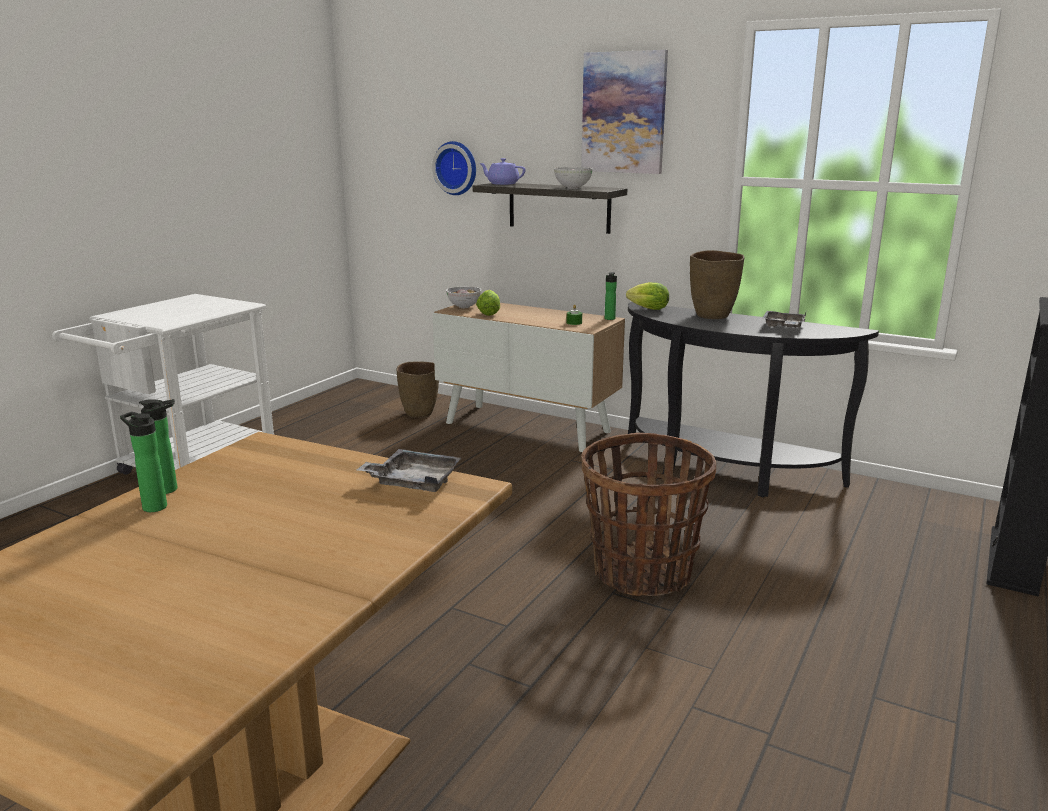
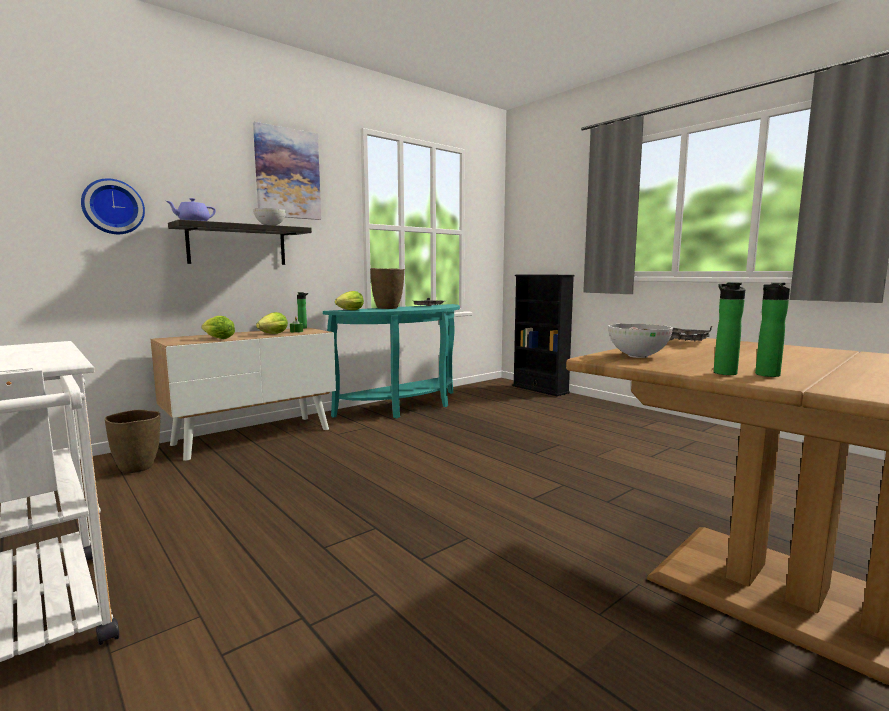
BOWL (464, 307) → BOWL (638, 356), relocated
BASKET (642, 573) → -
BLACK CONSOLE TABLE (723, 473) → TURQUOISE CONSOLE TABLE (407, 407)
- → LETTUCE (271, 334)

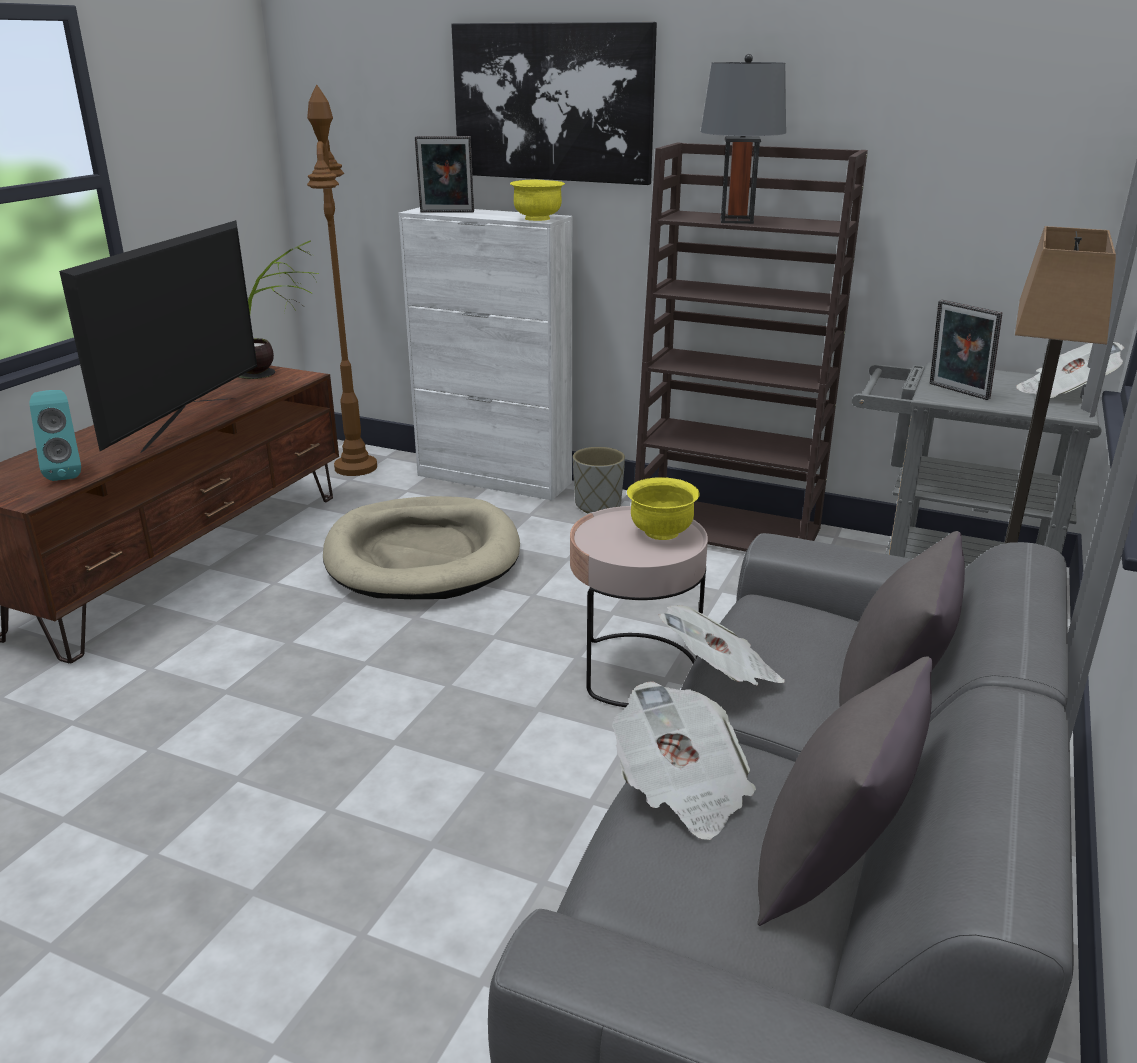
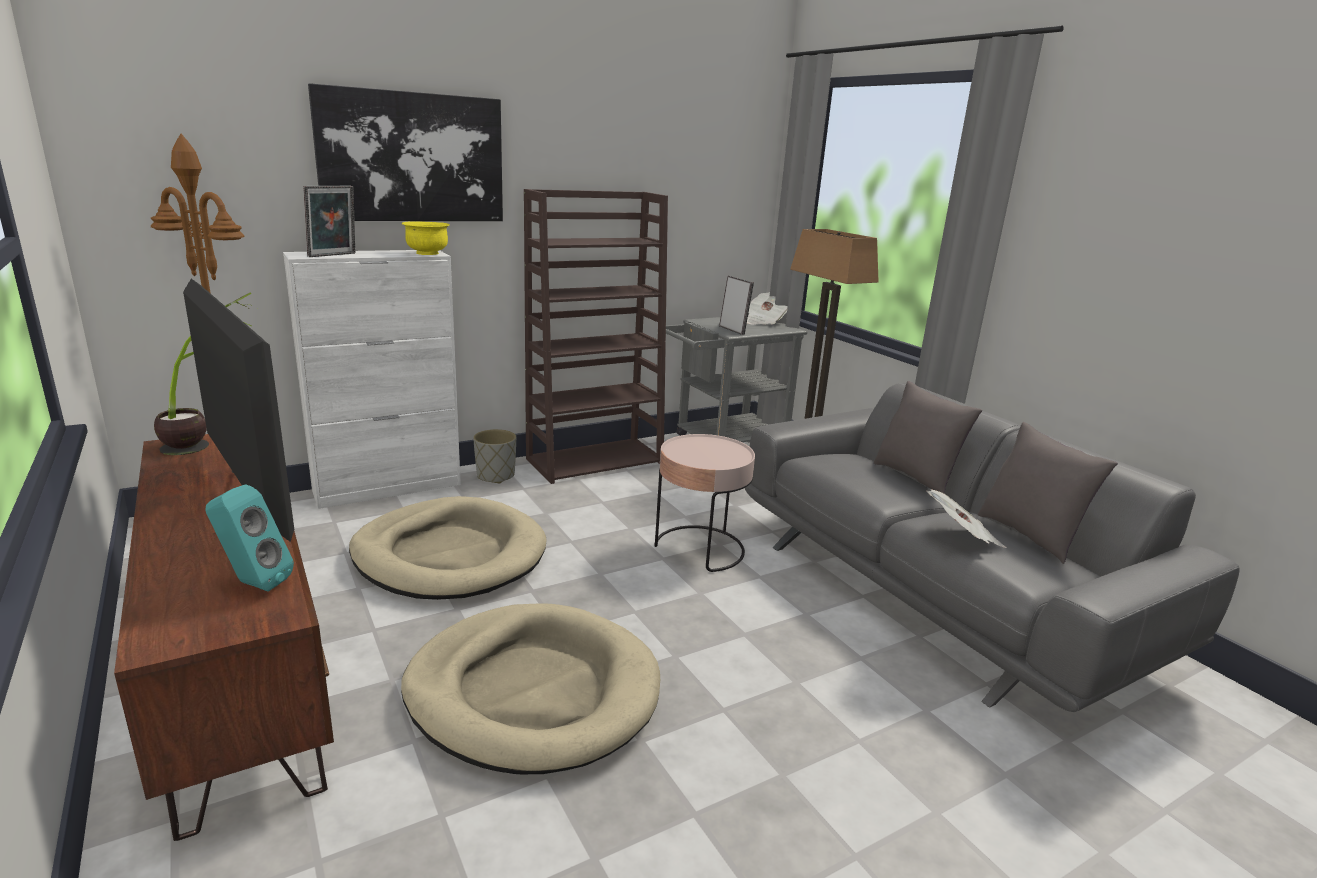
YELLOW BOWL (661, 532) → -
NEWSPAPER (720, 674) → -
GREY TABLE LAMP (736, 220) → -
PICTURE FRAME (956, 392) → PICTURE FRAME (733, 330), 120 degrees counterclockwise
- → BEIGE DOG BED (533, 692)

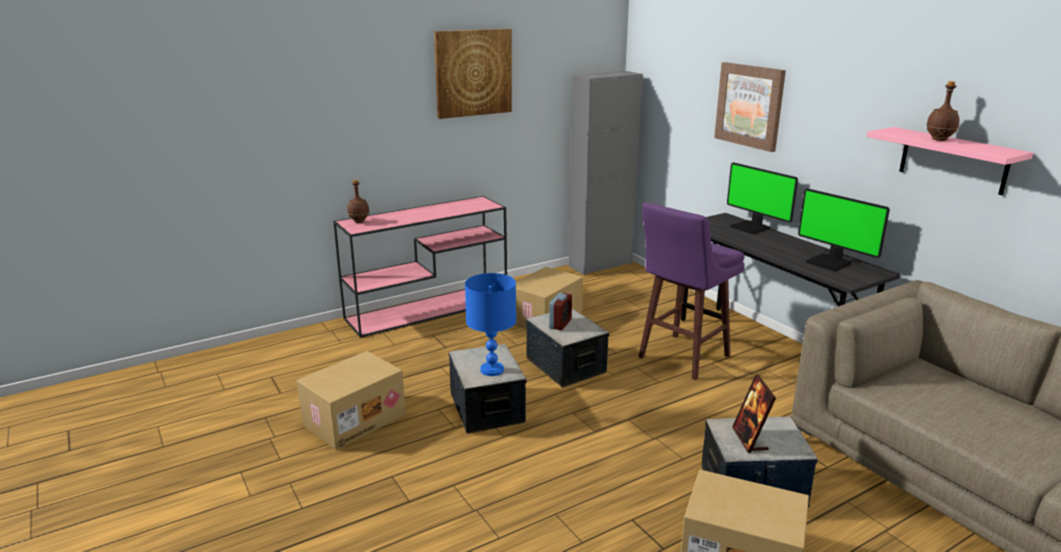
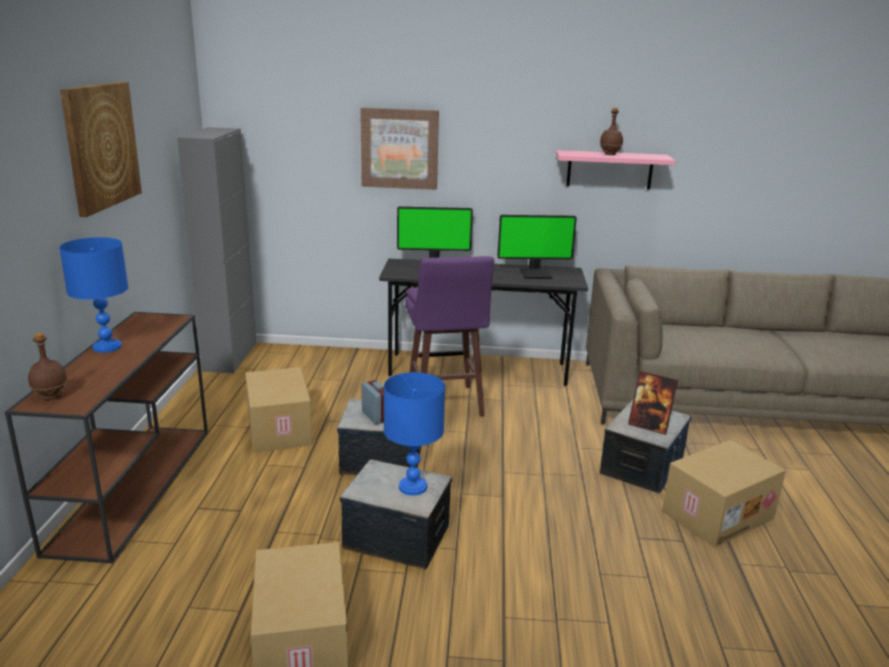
PINK CONSOLE TABLE (429, 309) → BROWN CONSOLE TABLE (134, 485)
- → BLUE TABLE LAMP (107, 347)

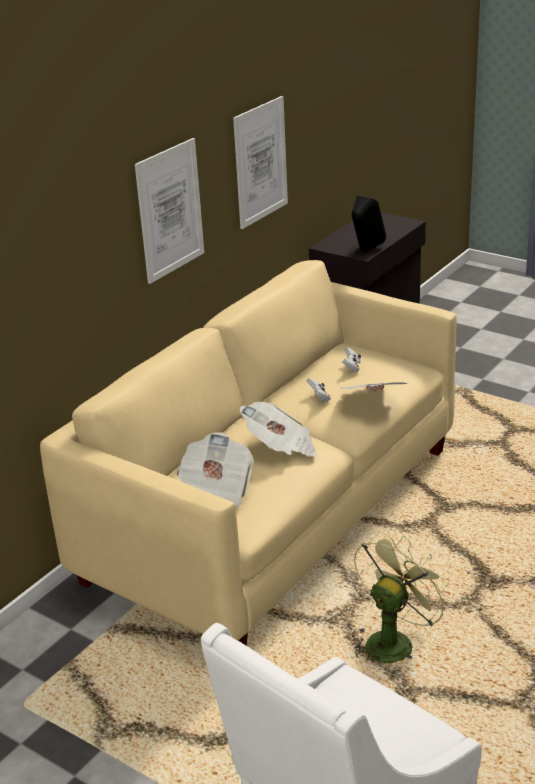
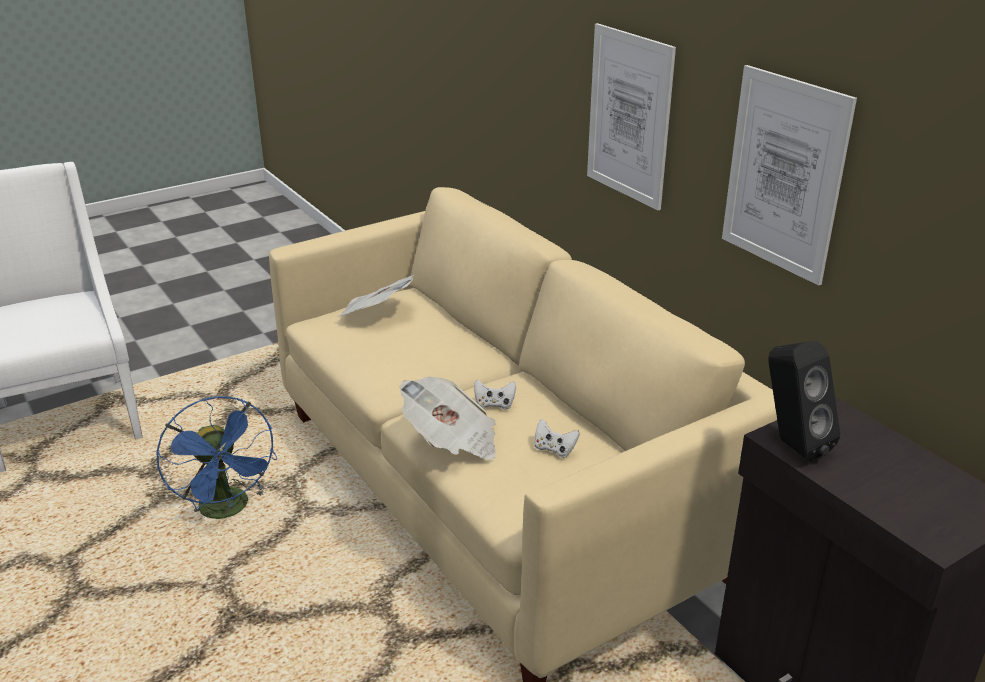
NEWSPAPER (281, 447) → -
GREEN FAN (393, 640) → BLUE FAN (229, 510)

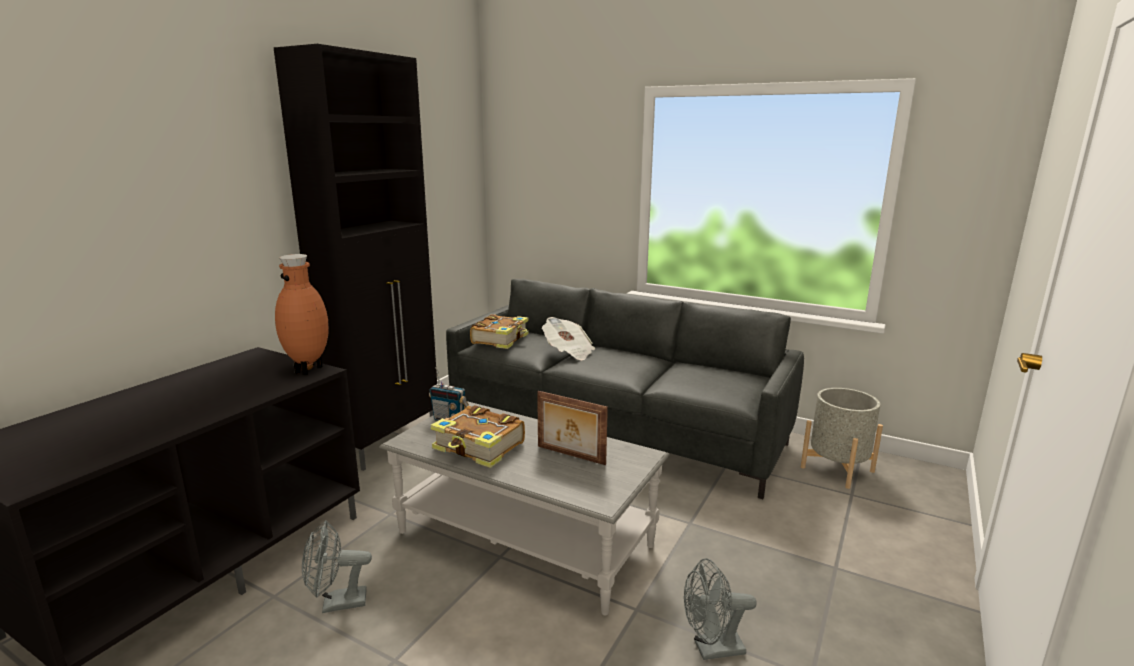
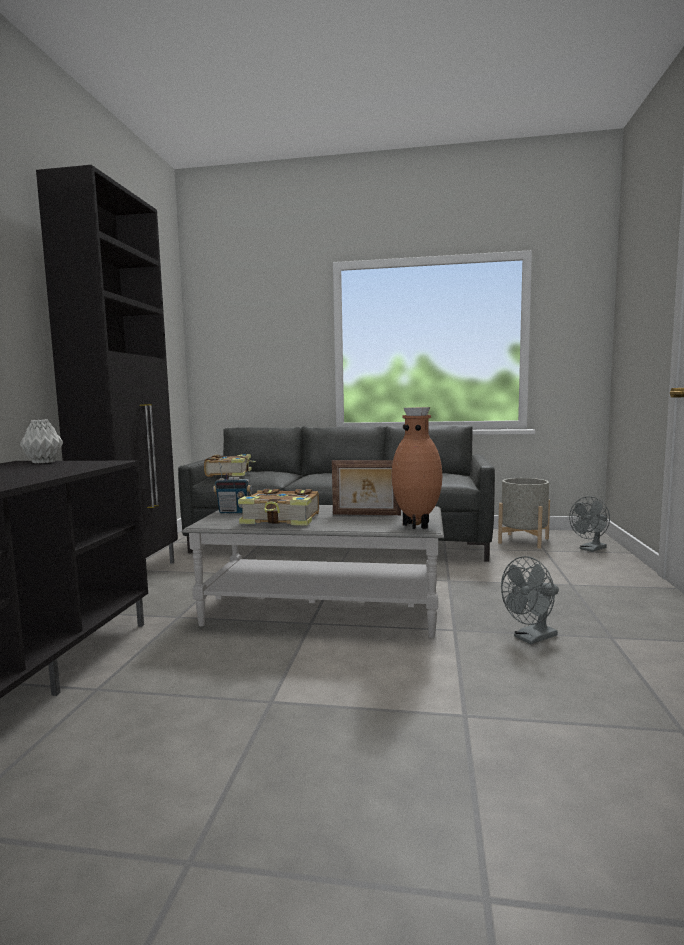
BROWN VASE (309, 370) → BROWN VASE (417, 525), relocated
GREY FAN (337, 604) → GREY FAN (590, 549), relocated
NEWSPAPER (568, 352) → -
- → GREY VASE (43, 462)

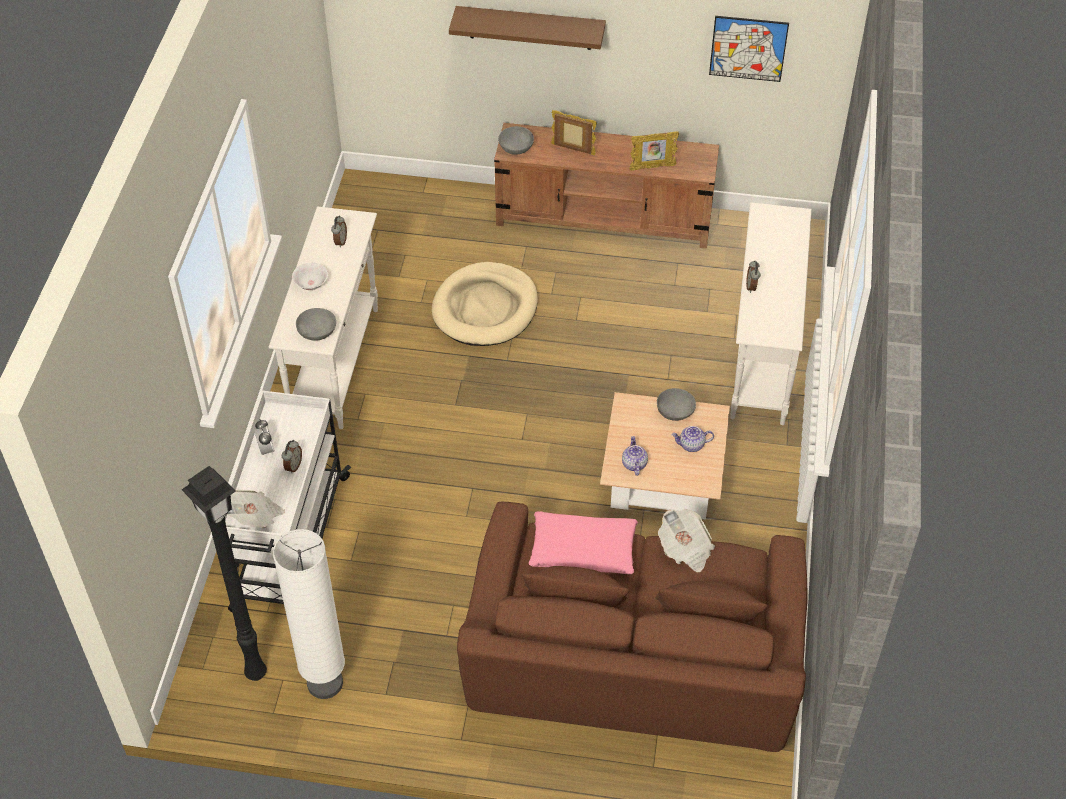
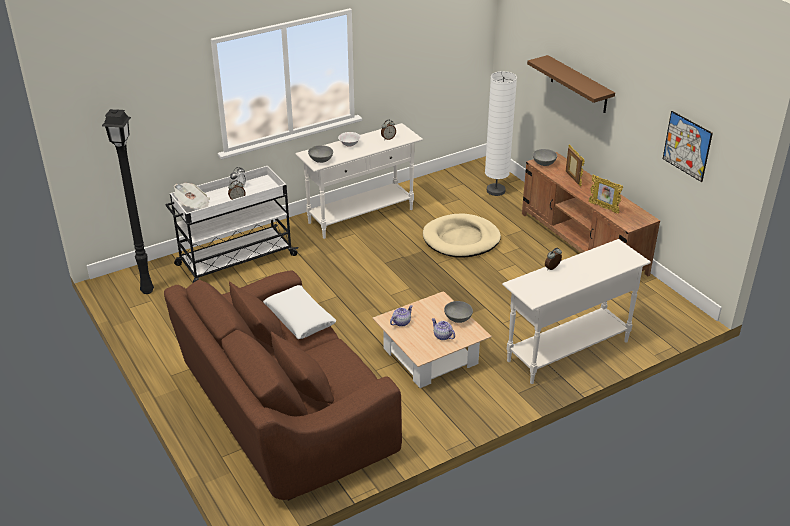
WHITE FLOOR LAMP (325, 683) → WHITE FLOOR LAMP (495, 191), relocated
PINK PILLOW (583, 549) → WHITE PILLOW (300, 318)
NEWSPAPER (685, 549) → -

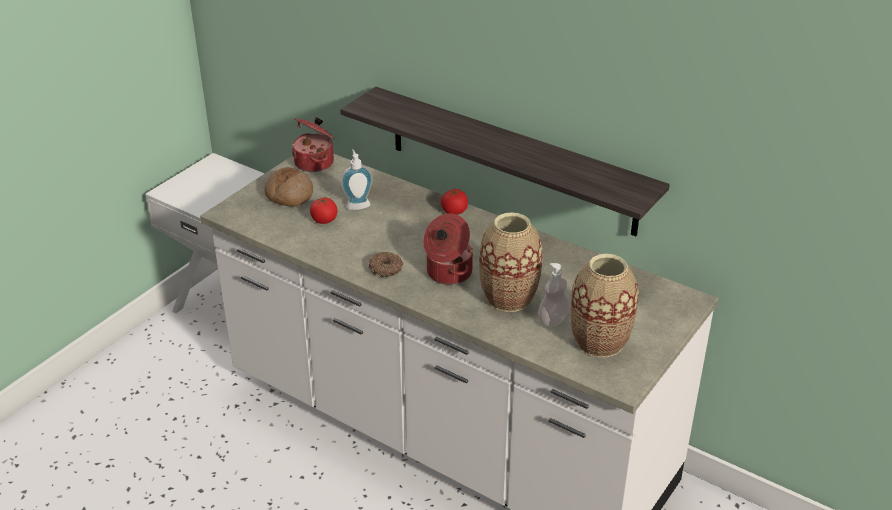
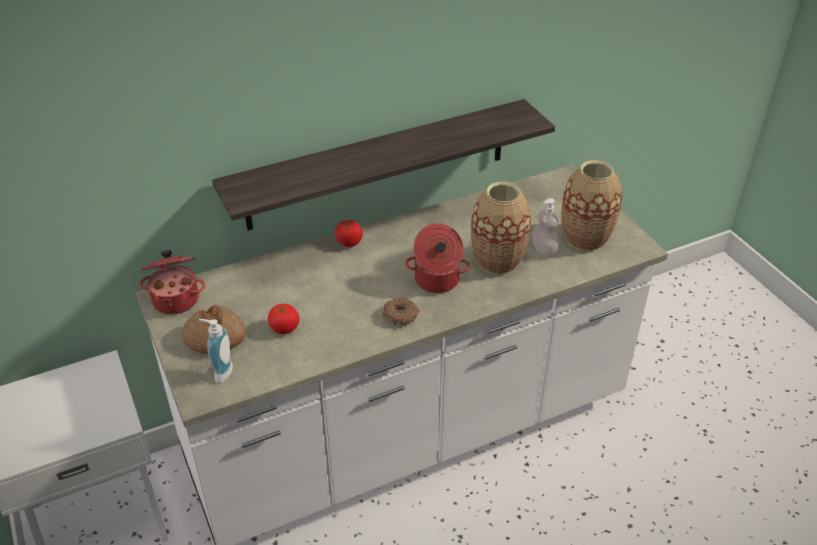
SOAP DISPENSER (357, 204) → SOAP DISPENSER (220, 372), relocated

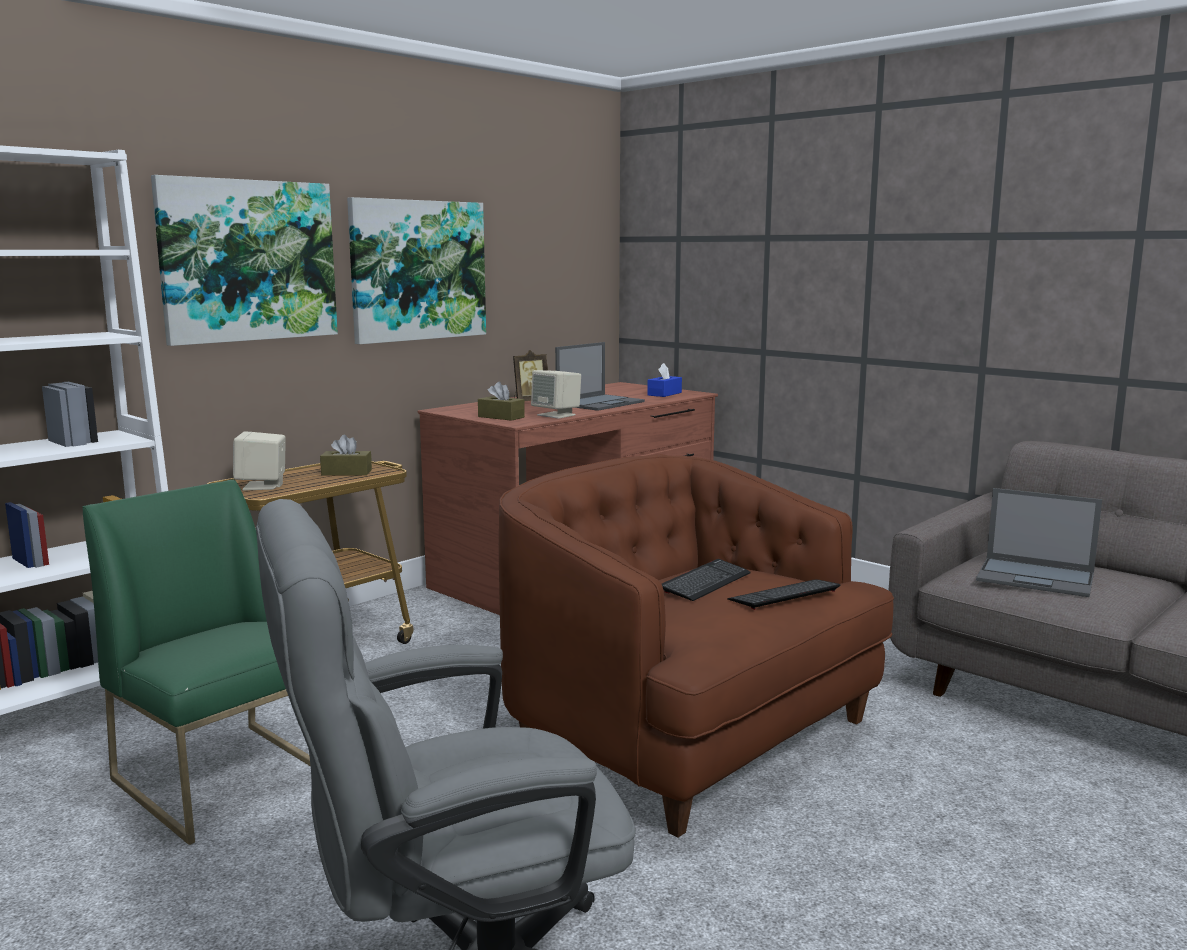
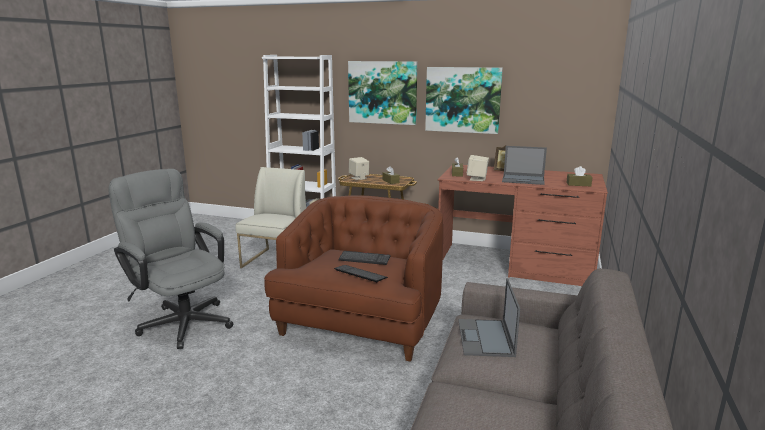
GREEN CHAIR (227, 779) → WHITE CHAIR (276, 261)
BLUE TISSUE BOX (664, 394) → BROWN TISSUE BOX (578, 184)

